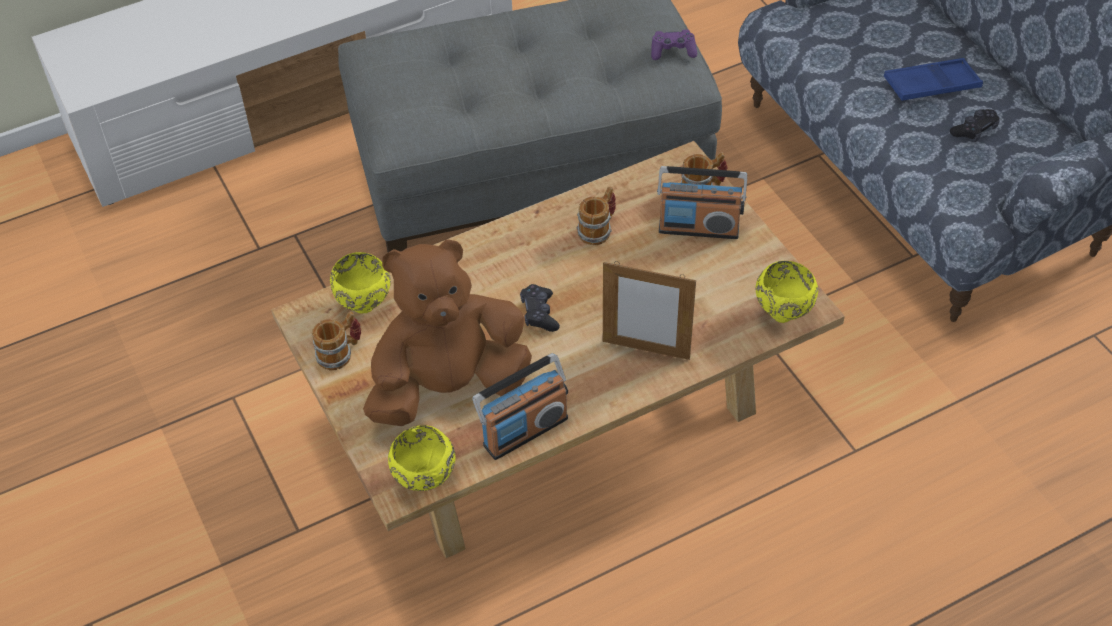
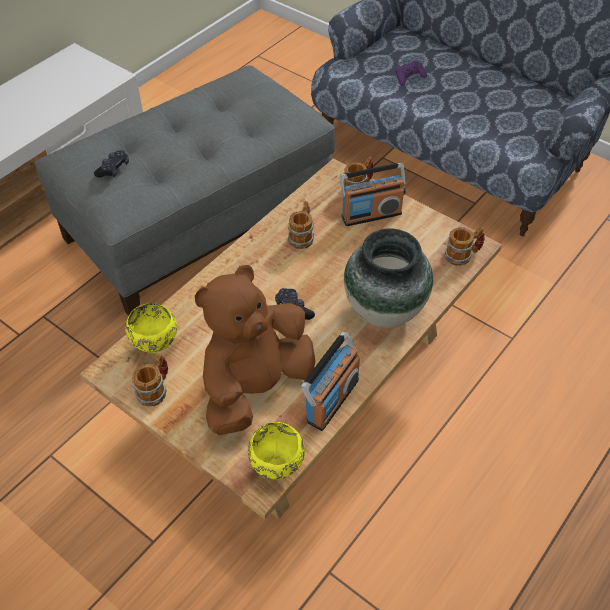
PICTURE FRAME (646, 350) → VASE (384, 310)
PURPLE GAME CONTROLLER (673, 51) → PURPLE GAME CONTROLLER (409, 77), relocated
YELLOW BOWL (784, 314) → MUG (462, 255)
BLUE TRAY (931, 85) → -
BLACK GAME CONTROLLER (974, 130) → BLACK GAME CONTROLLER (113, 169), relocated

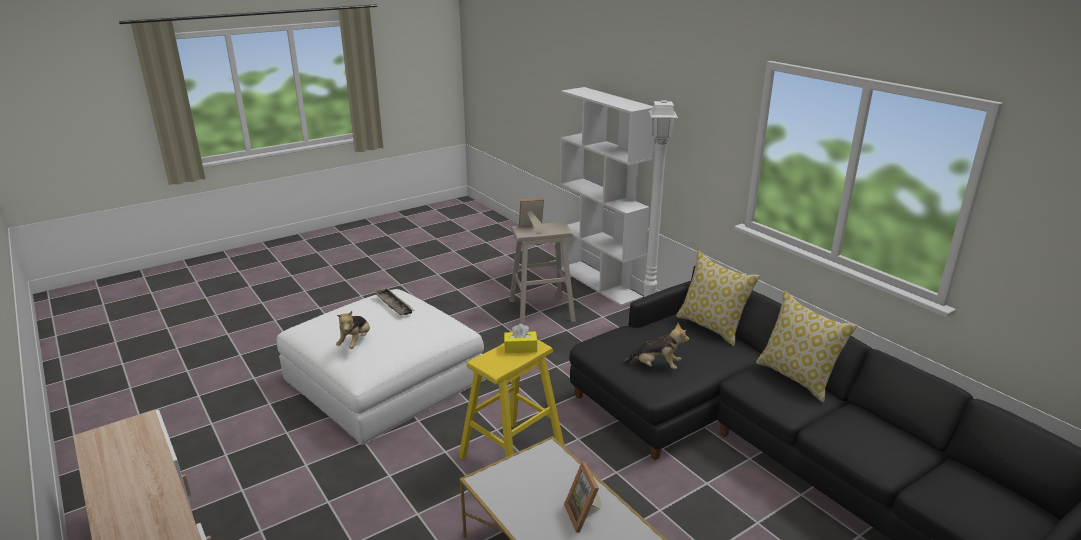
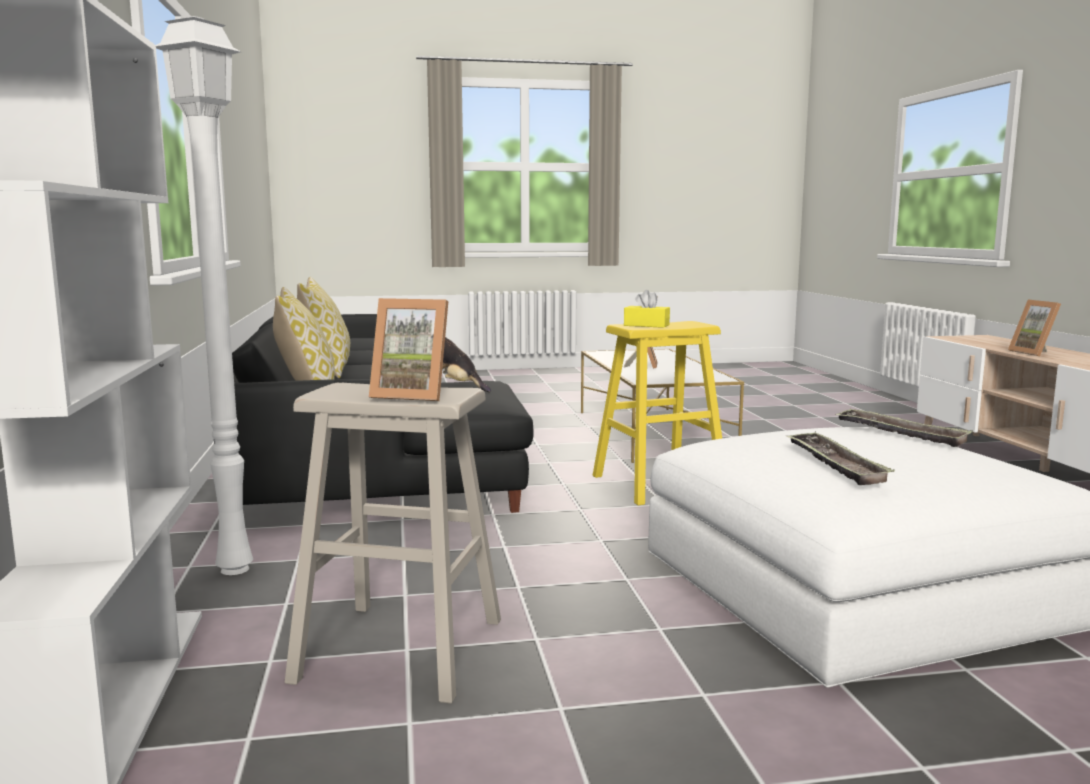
PLUSH TOY (355, 342) → TRAY (900, 433)
- → PICTURE FRAME (1035, 353)

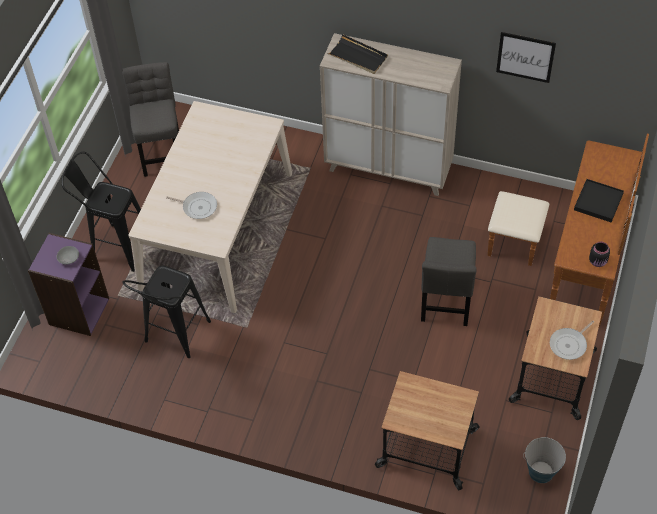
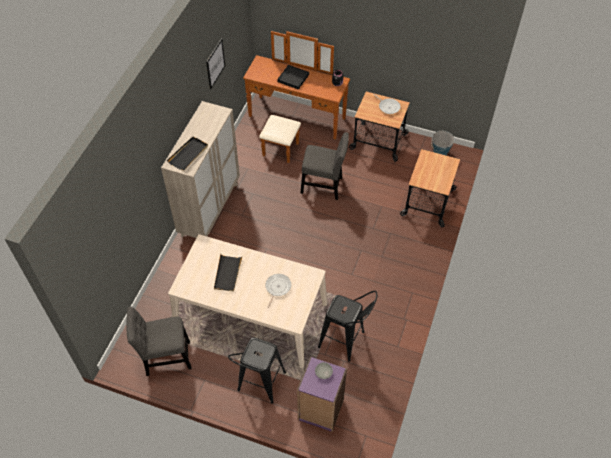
- → BLACK TRAY (227, 274)

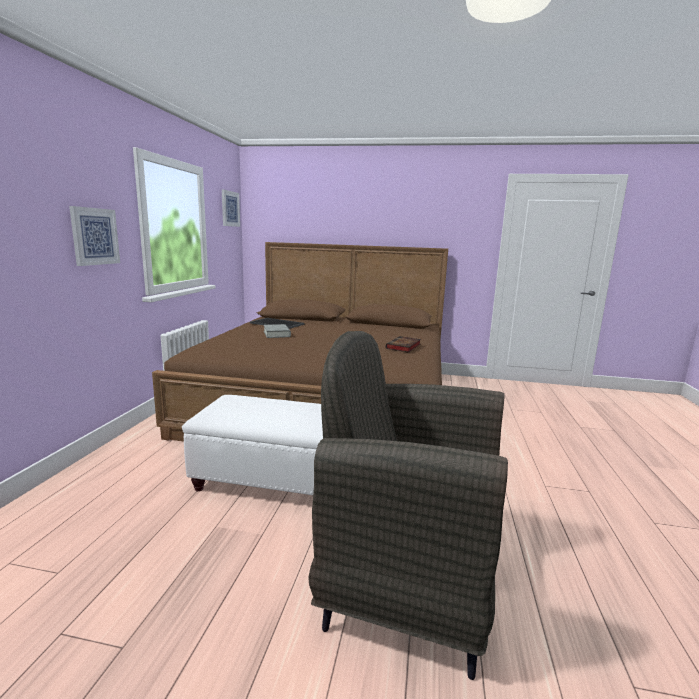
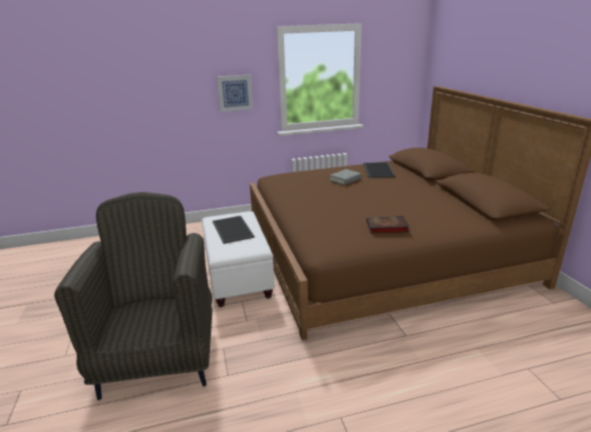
PICTURE (230, 209) → -
- → TRAY (233, 229)

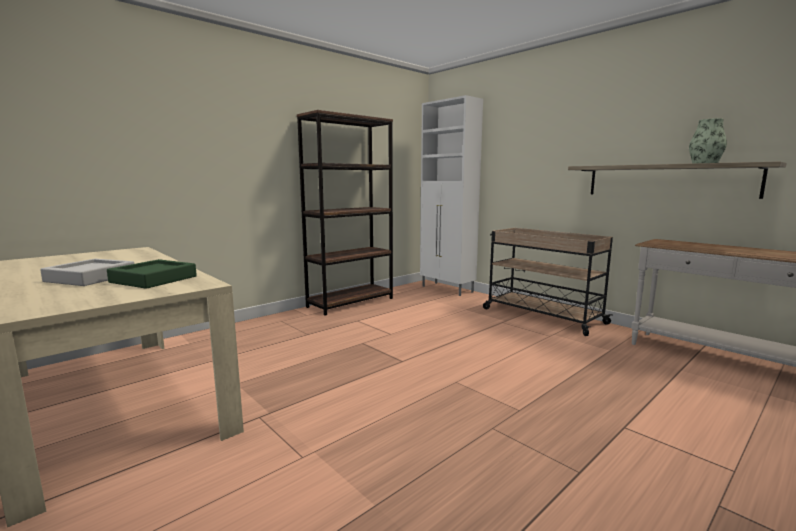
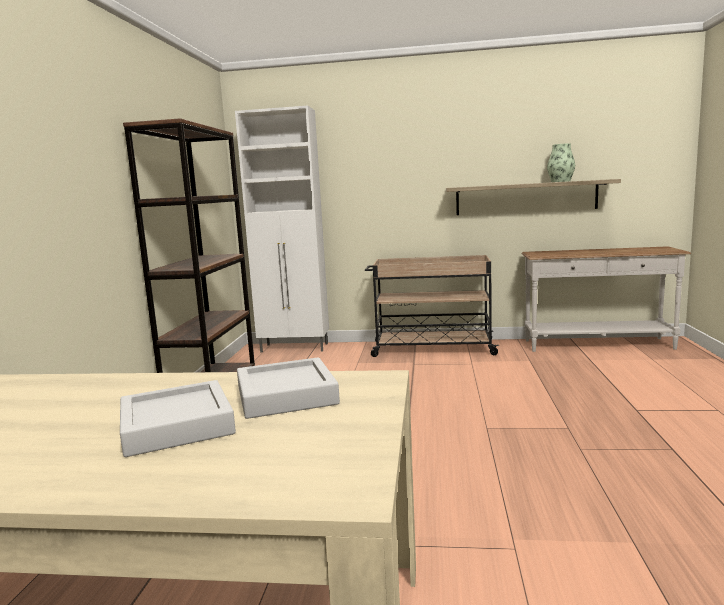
GREEN TRAY (154, 279) → GREY TRAY (286, 395)

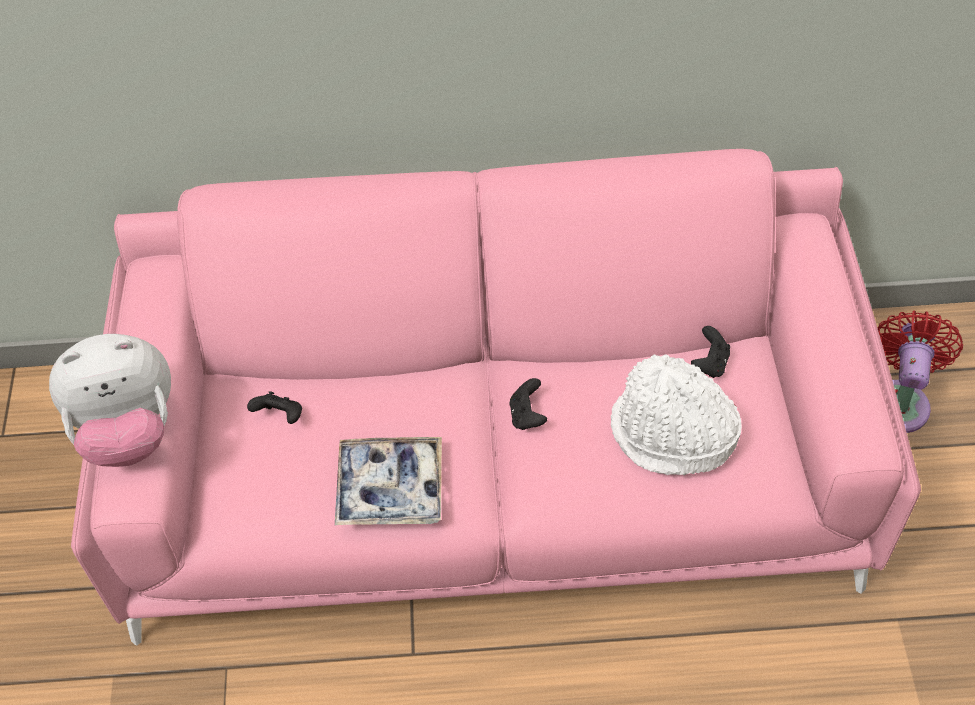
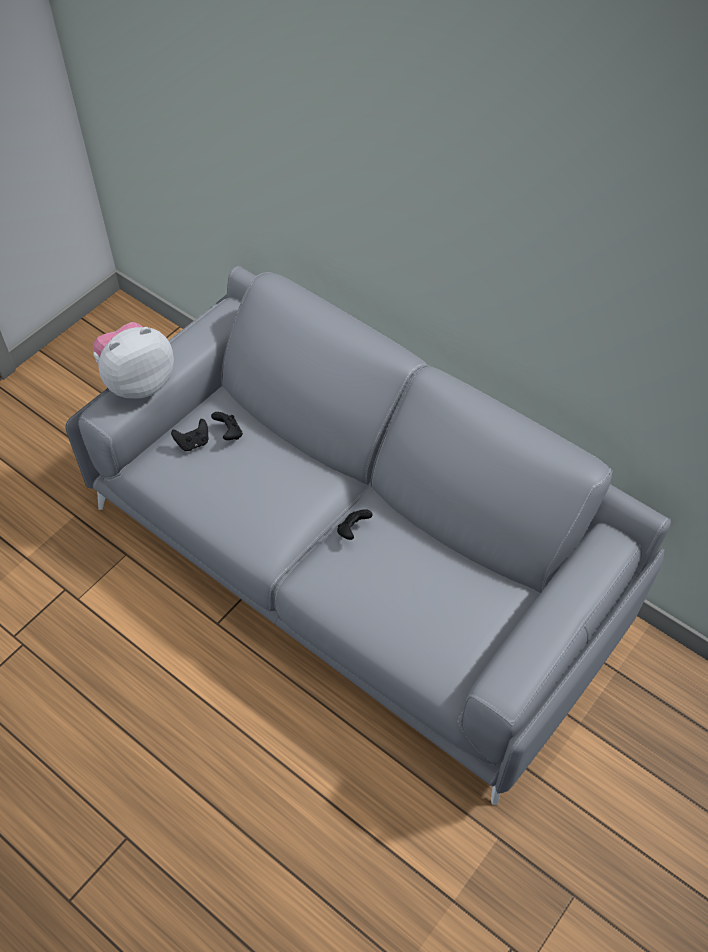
PLUSH TOY (128, 431) → PLUSH TOY (138, 382), 120 degrees clockwise
PINK SOFA (494, 474) → GREY SOFA (354, 565)
TRAY (390, 488) → -
WHITE HAT (672, 434) → -
BLACK GAME CONTROLLER (710, 363) → BLACK GAME CONTROLLER (193, 443), relocated
RED FAN (898, 400) → -

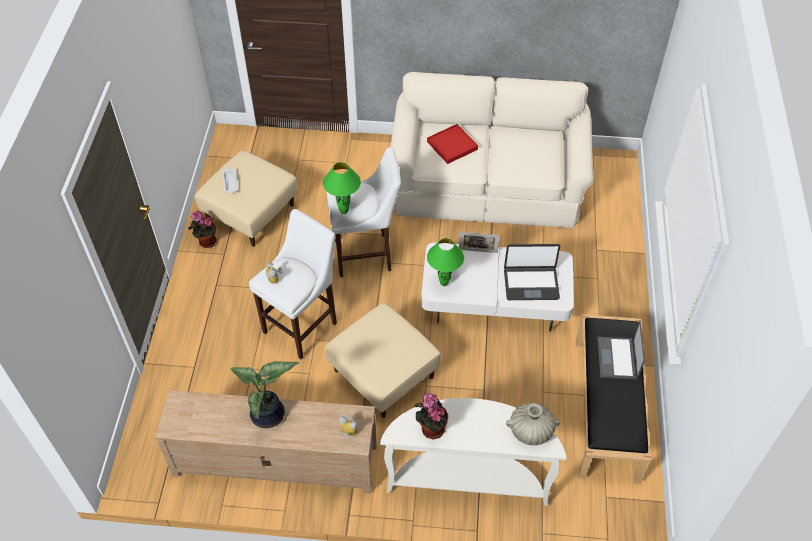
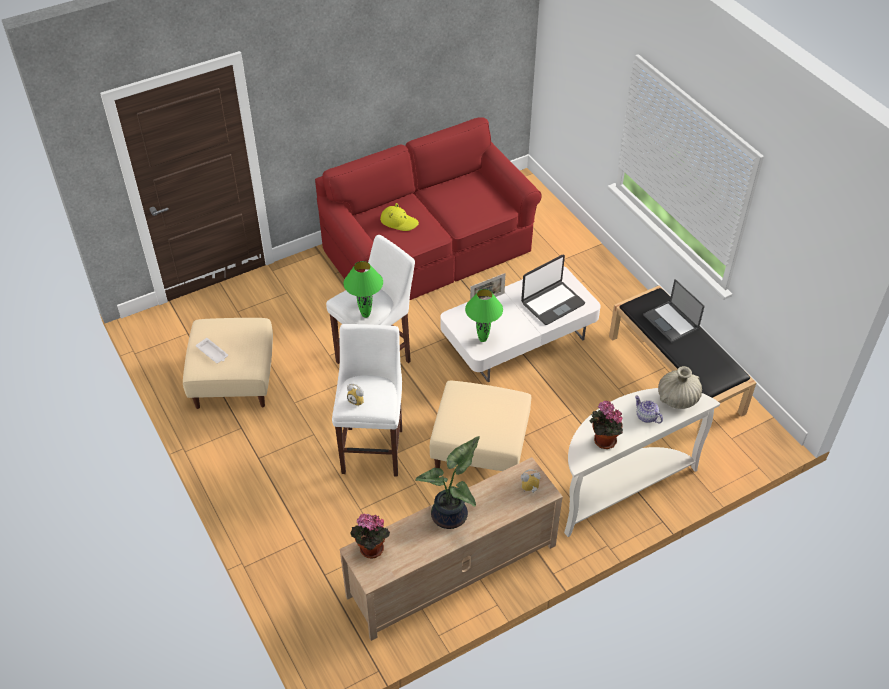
POTTED PLANT (206, 242) → POTTED PLANT (370, 550), relocated
BEIGE SOFA (487, 183) → RED SOFA (428, 249)
RED TRAY (452, 145) → YELLOW HAT (399, 221)
- → TEAPOT (646, 416)

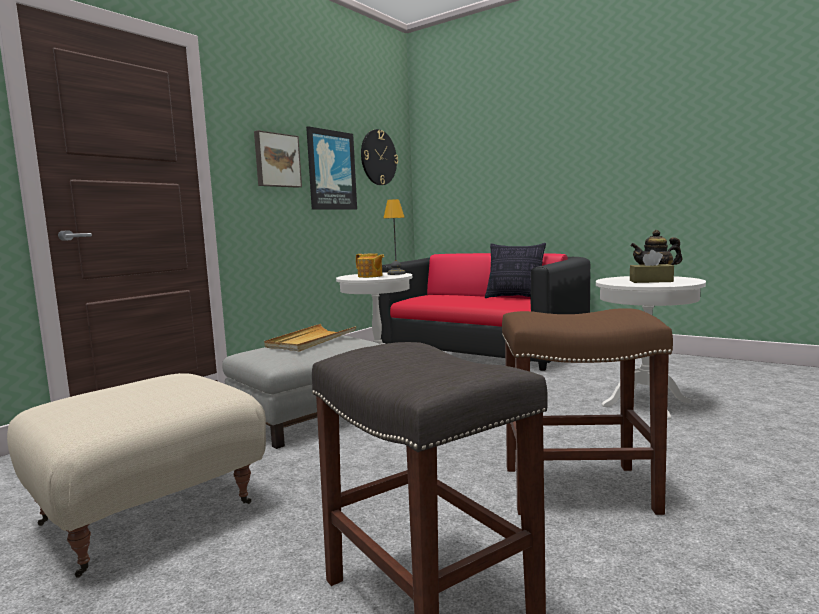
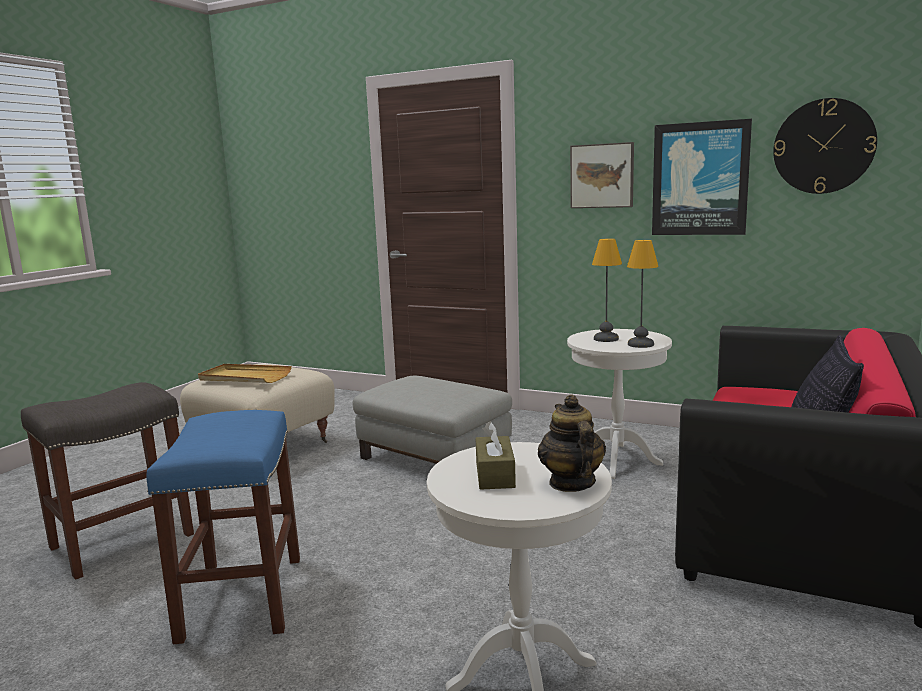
BEIGE TRAY (311, 341) → BEIGE TRAY (244, 377), relocated
TEAPOT (370, 276) → TABLE LAMP (605, 339)
BROWN STOOL (576, 489) → BLUE STOOL (242, 596)

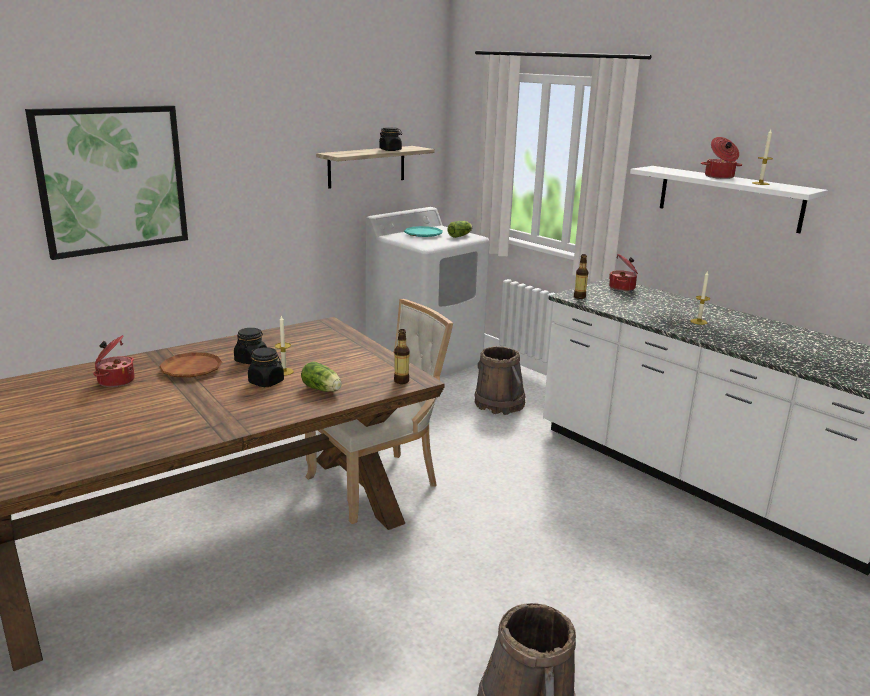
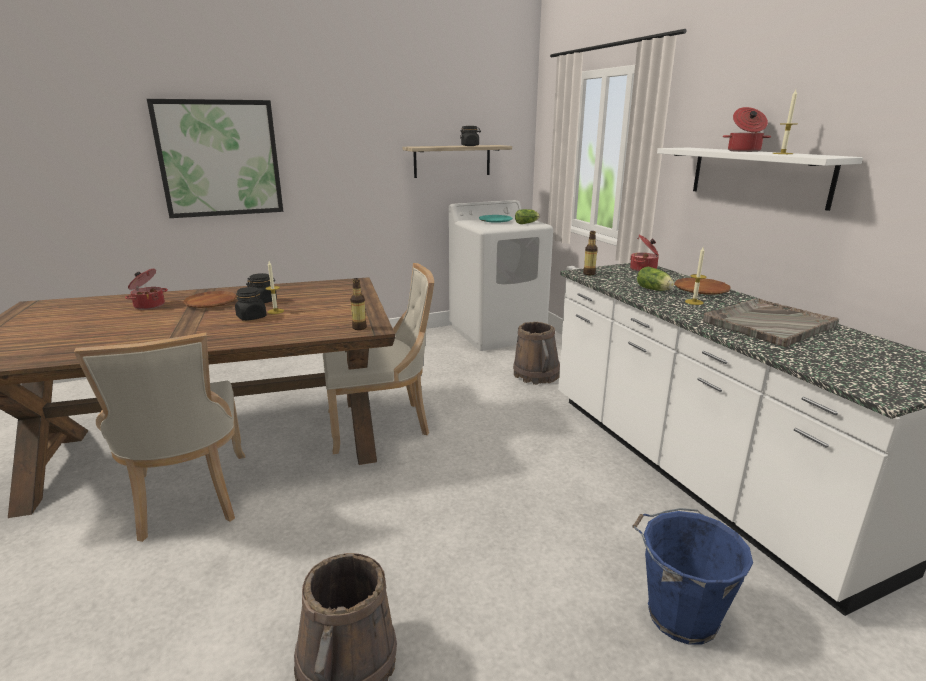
LETTUCE (323, 390) → LETTUCE (655, 290), relocated
- → BEIGE CHAIR (190, 499)
- → BLUE BUCKET (679, 614)
- → BROWN PLATE (701, 290)
- → GREY TRAY (768, 324)

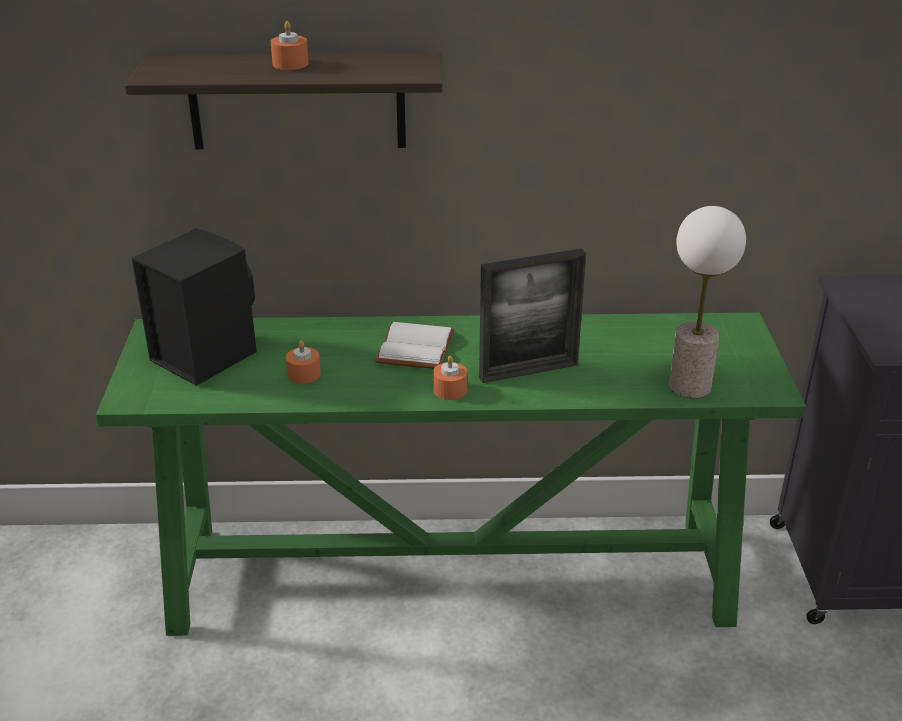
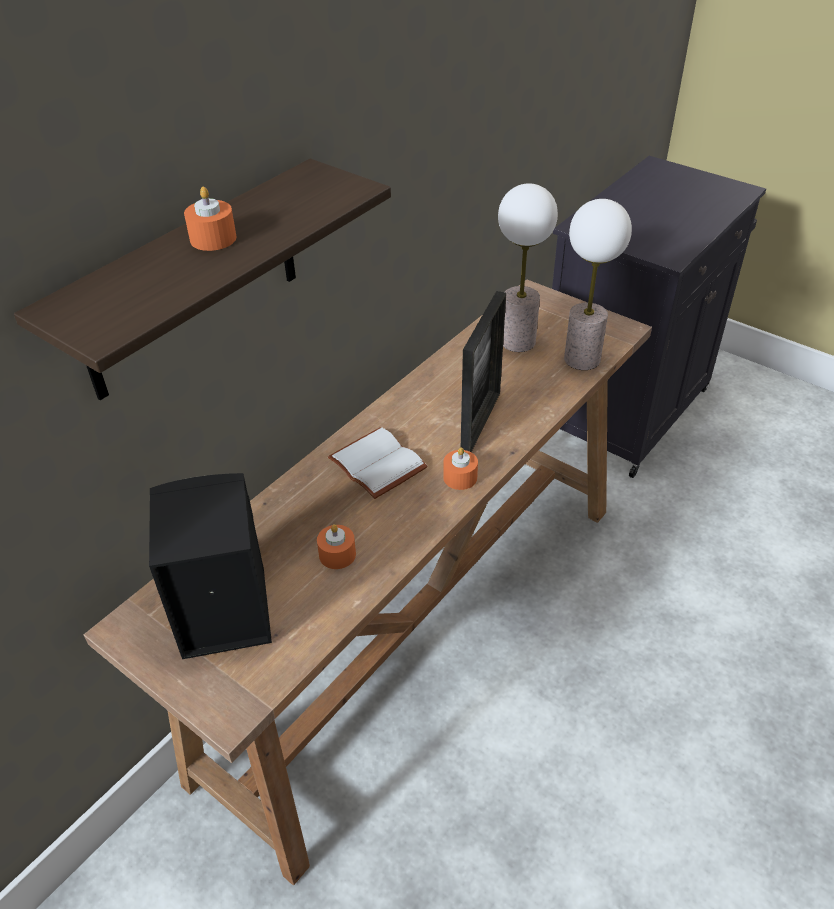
GREEN CONSOLE TABLE (454, 577) → BROWN CONSOLE TABLE (422, 630)
- → TABLE LAMP (517, 342)

